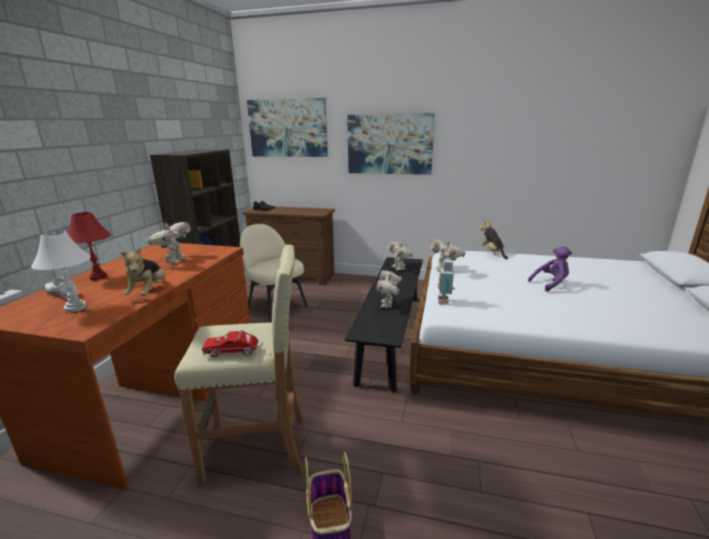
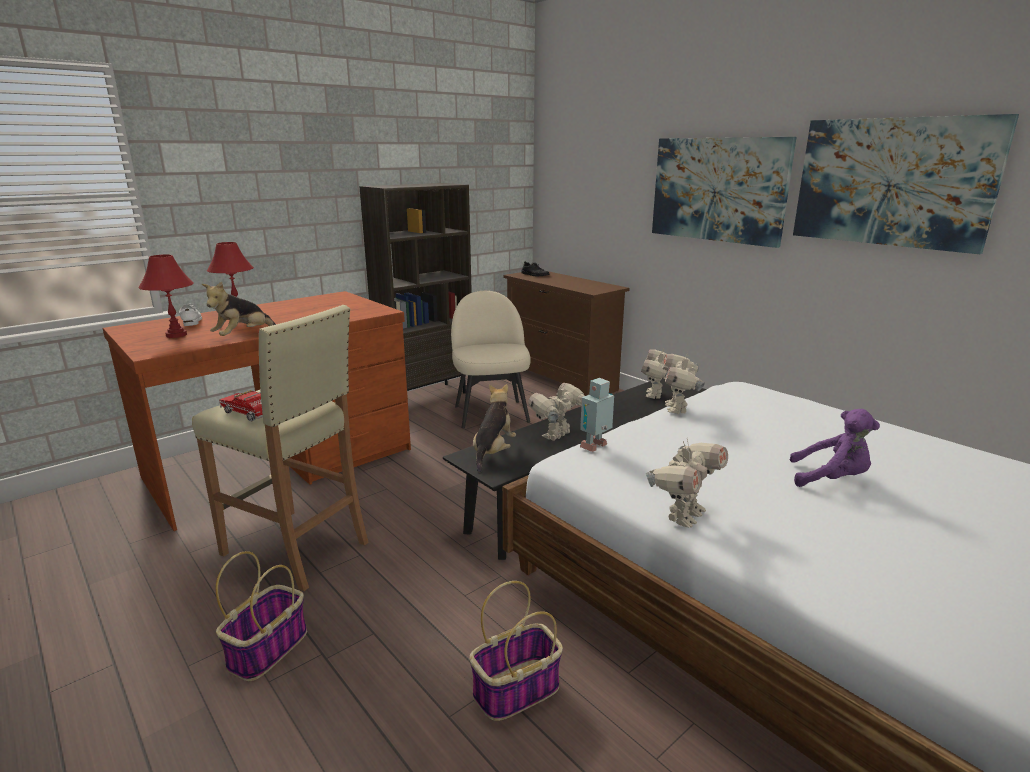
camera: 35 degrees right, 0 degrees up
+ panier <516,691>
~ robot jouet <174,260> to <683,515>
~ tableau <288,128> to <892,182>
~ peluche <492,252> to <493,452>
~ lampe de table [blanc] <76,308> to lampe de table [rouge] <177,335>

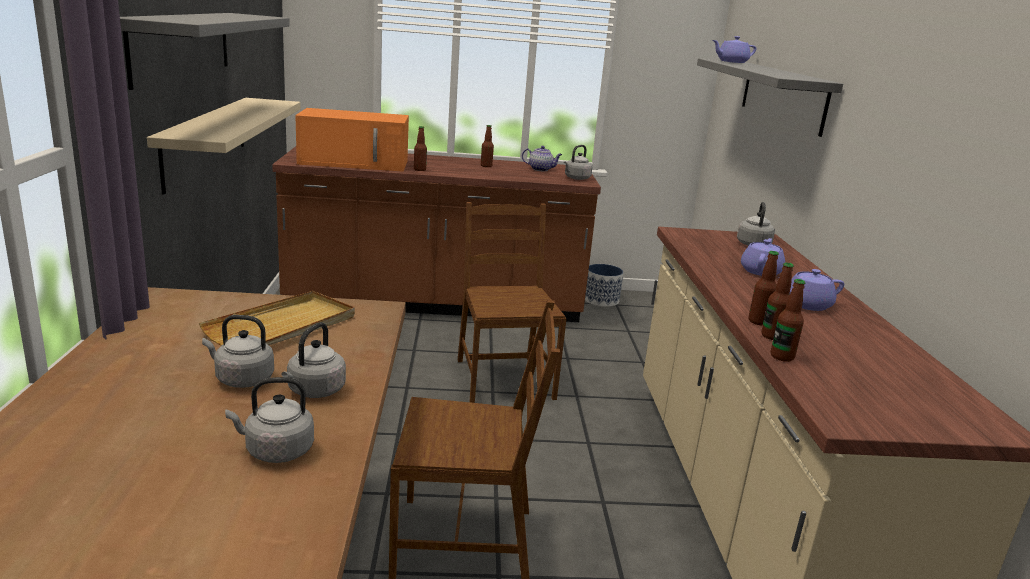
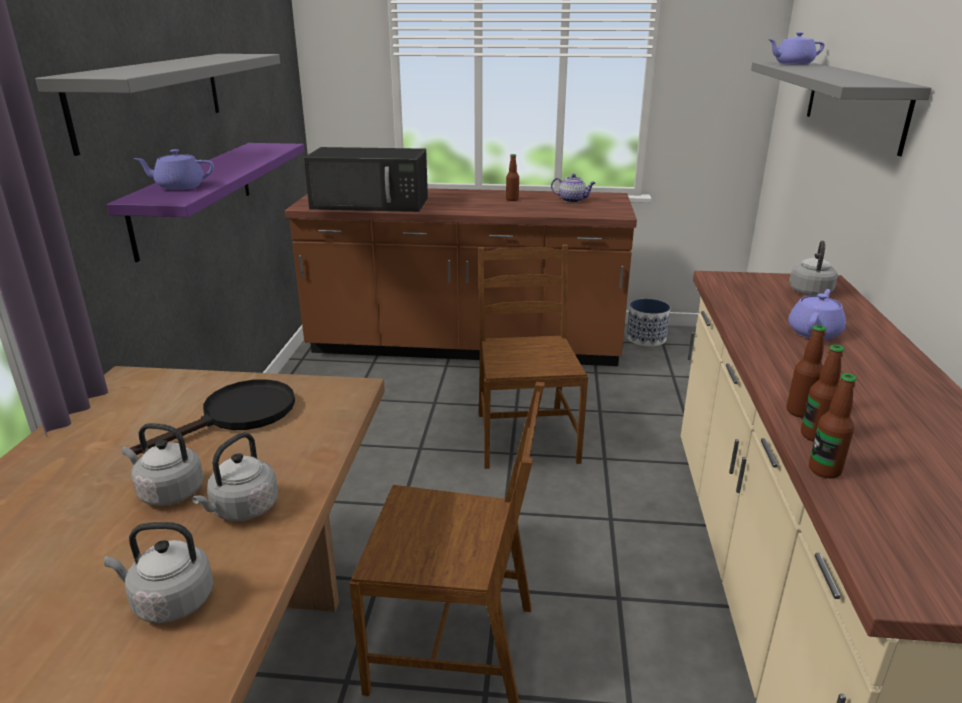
camera: 10 degrees right, 5 degrees up
- bouteille <419,169>
- bouilloire [gris] <576,178>
~ théière [violet] <806,305> to <179,187>
~ plateau [beige] <283,326> to poêle [noir] <238,416>
~ étagère [beige] <206,140> to étagère [violet] <195,195>
~ micro-ondes [orange] <356,162> to micro-ondes [noir] <372,203>

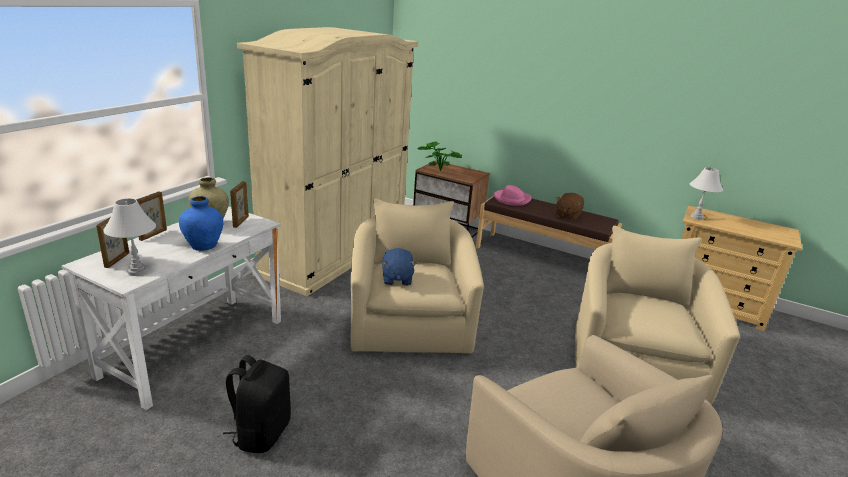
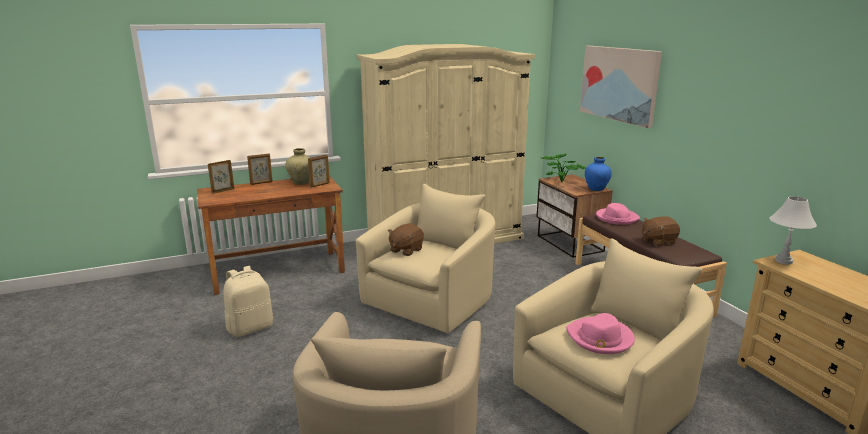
camera: 40 degrees right, 5 degrees down
- lampe de table [blanc] <137,271>
+ chapeau [rose] <600,338>
+ tableau <619,84>
~ vase [bleu] <204,246> to <596,189>
~ bureau [blanc] <195,347> to bureau [marron] <278,272>
~ sac à dos [noir] <261,433> to sac à dos [beige] <250,328>
~ peluche [bleu] <397,279> to peluche [marron] <406,250>

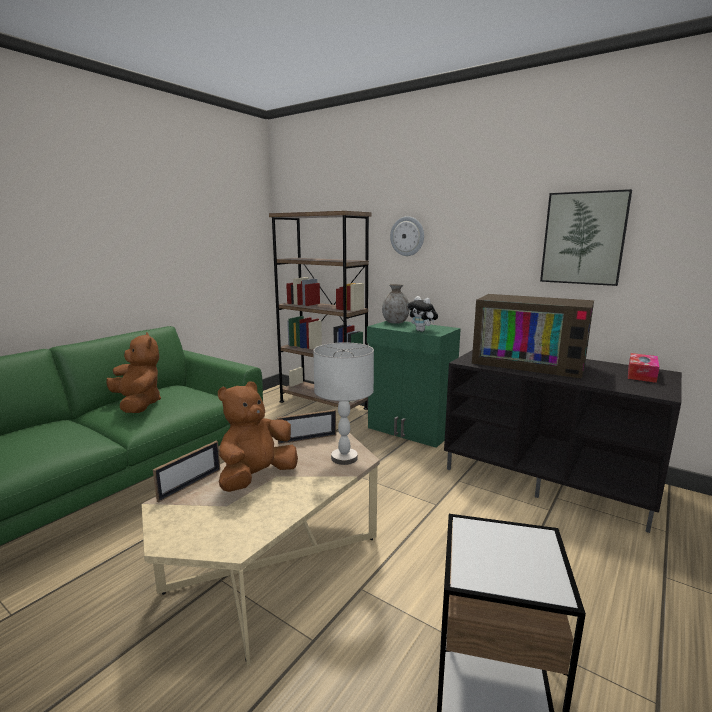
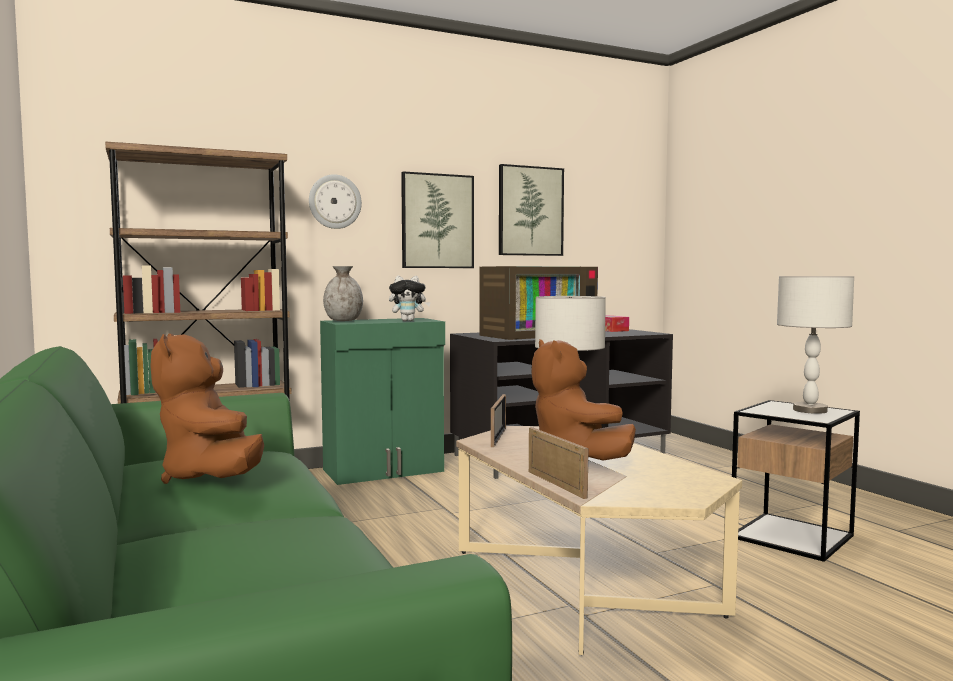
camera: 60 degrees left, 10 degrees down
+ tableau <437,221>
+ lampe de table [gris] <809,410>
~ peluche [marron] <138,404> = <211,478> 105 degrees counterclockwise

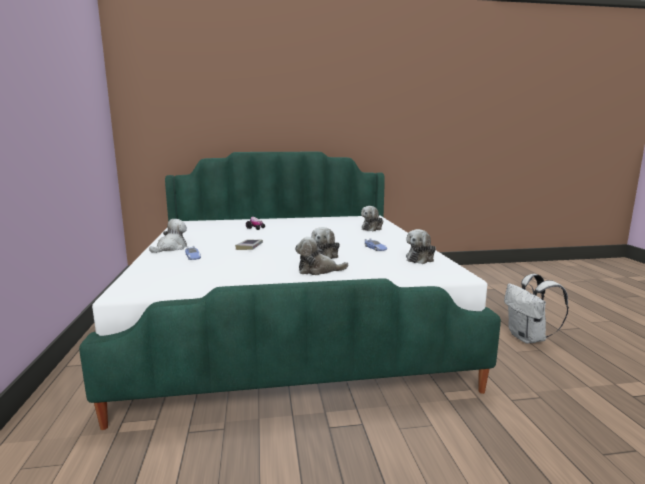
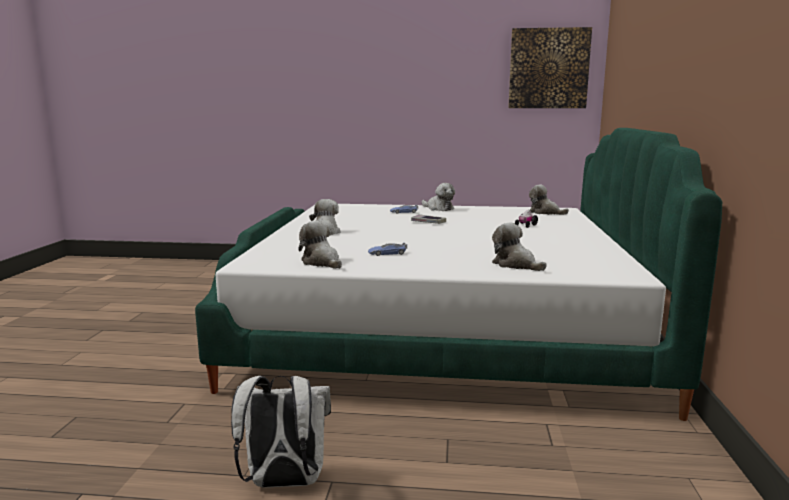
camera: 105 degrees right, 0 degrees up
+ tableau <548,68>
~ peluche <326,255> to <545,212>

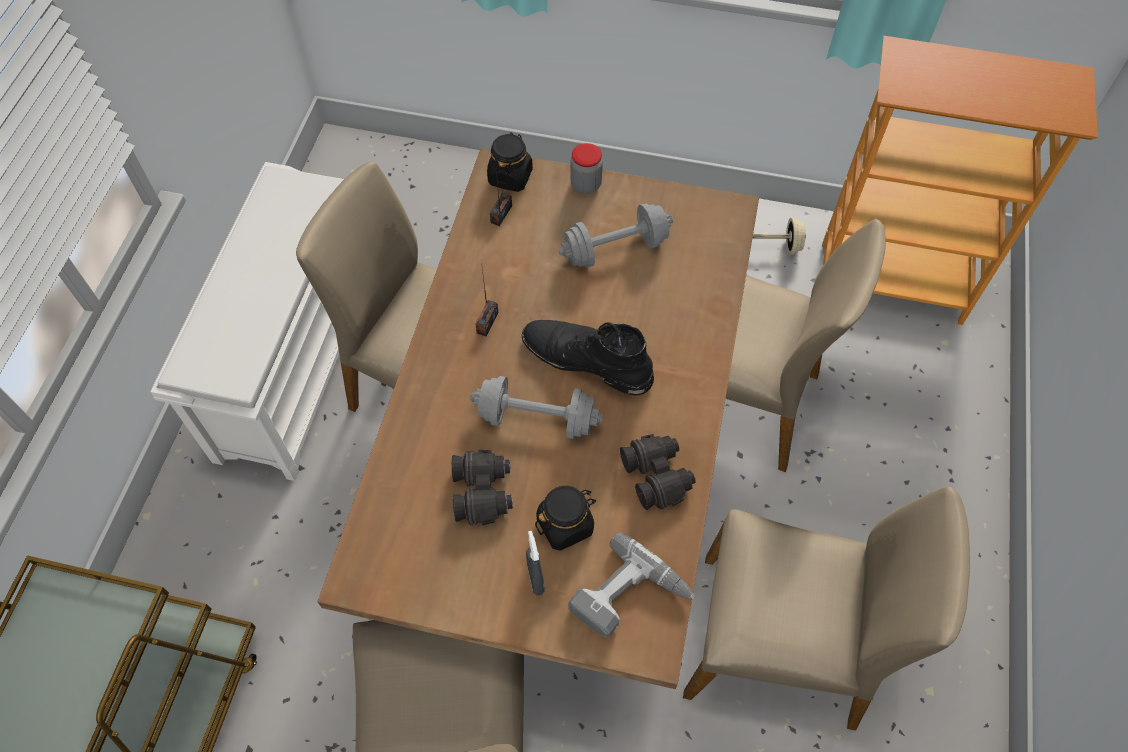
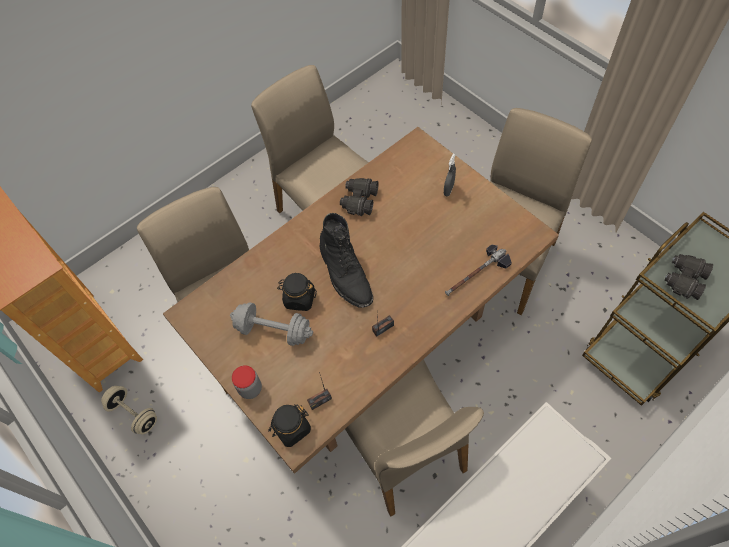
camera: 140 degrees left, 0 degrees up
- haltère [gris] <537,418>
- perceuse <629,599>
+ marteau <476,275>
~ jumelles [noir] <483,491> to <683,279>
~ bocal [noir] <565,525> to <299,299>

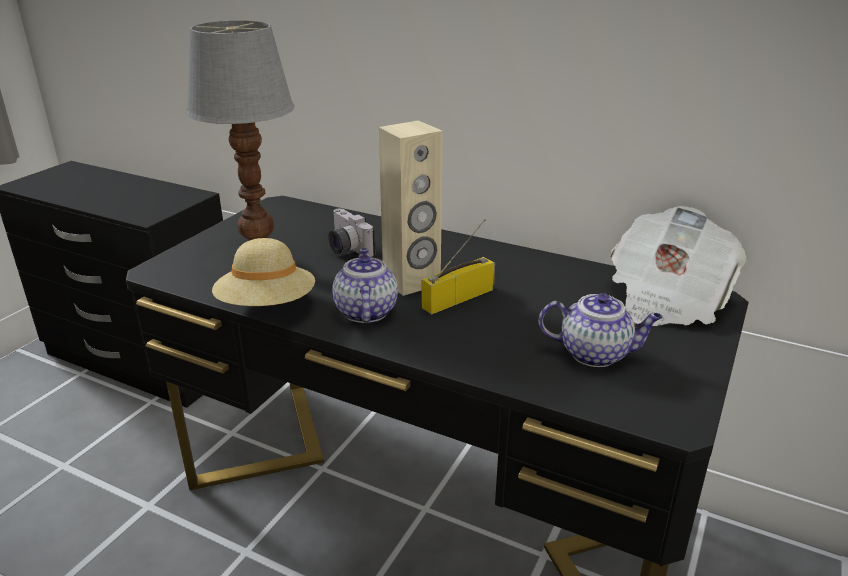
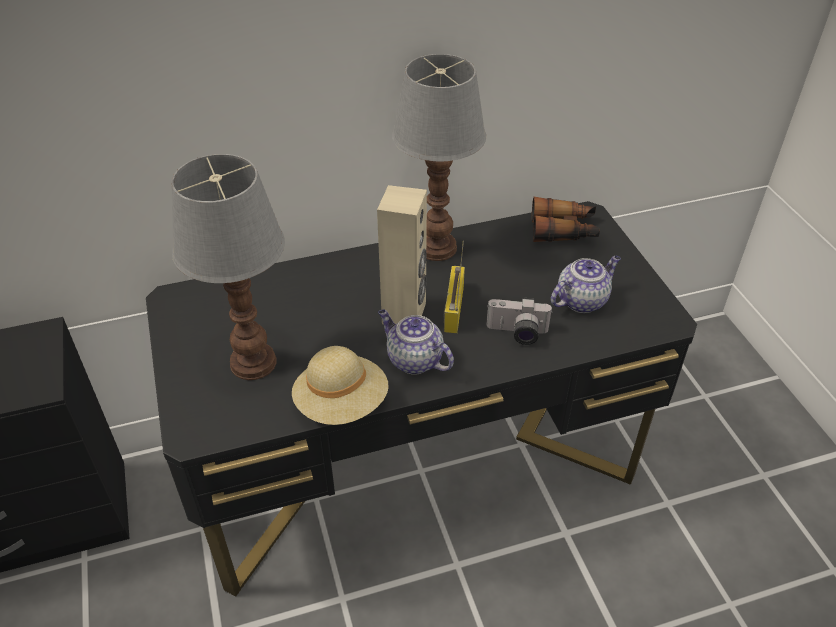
camera: 45 degrees left, 15 degrees up
+ lampe de table <436,249>
~ appareil photo <346,248> to <517,333>
~ journal <666,298> to jumelles <563,230>

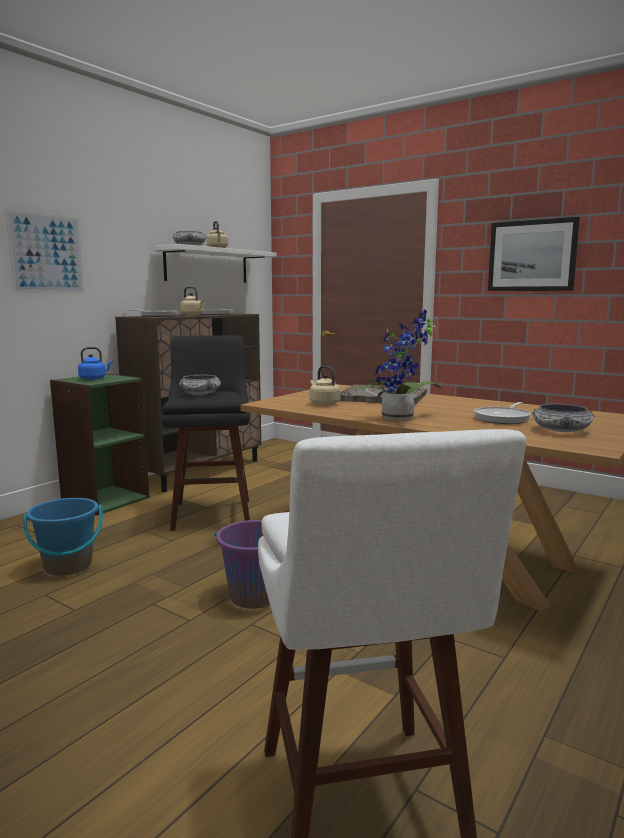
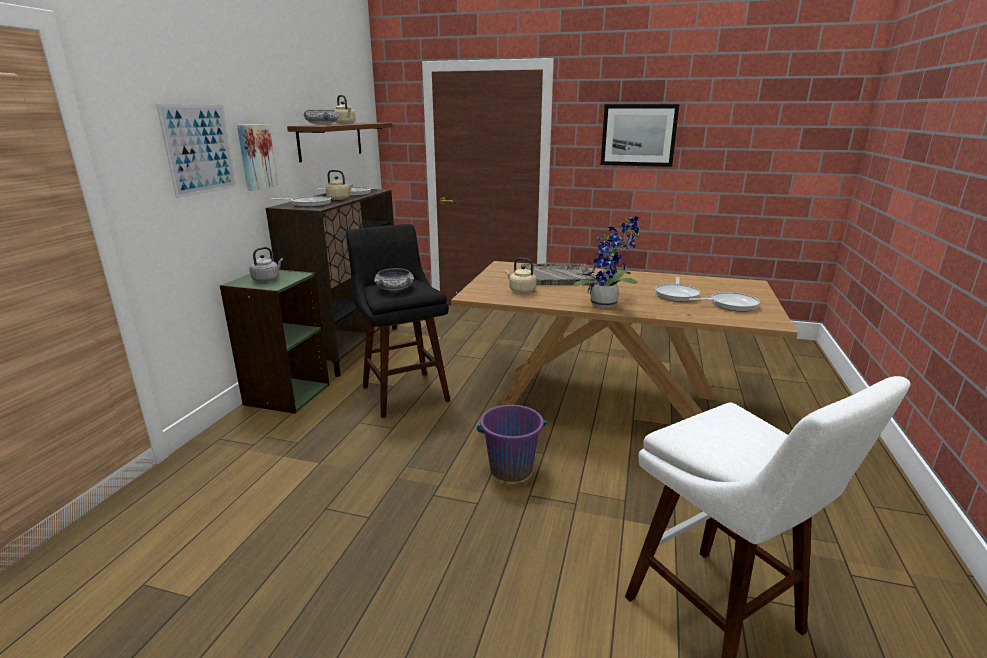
camera: 20 degrees left, 10 degrees up
- seau [bleu] <68,566>
+ tableau <255,156>
~ bol <561,430> to poêle <730,305>
~ bouilloire [bleu] <94,378> to bouilloire [gris] <267,279>
~ étagère [blanc] <207,266> to étagère [marron] <331,141>

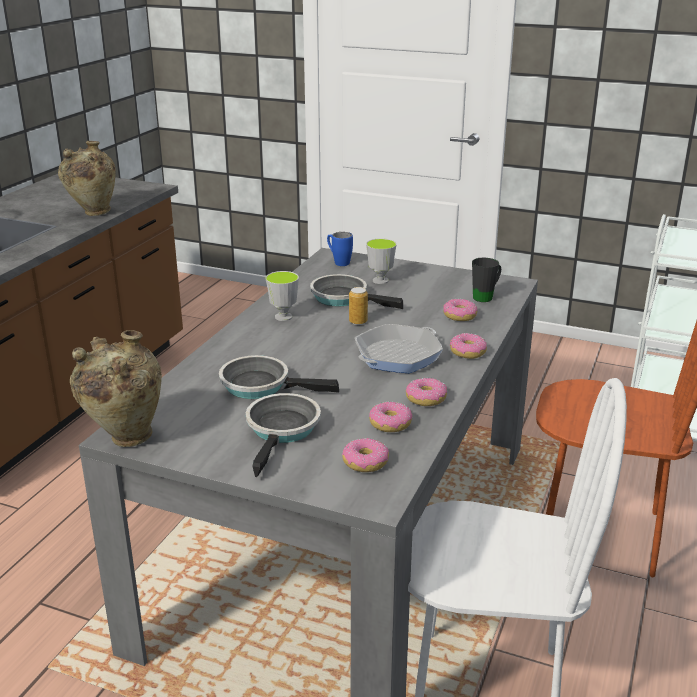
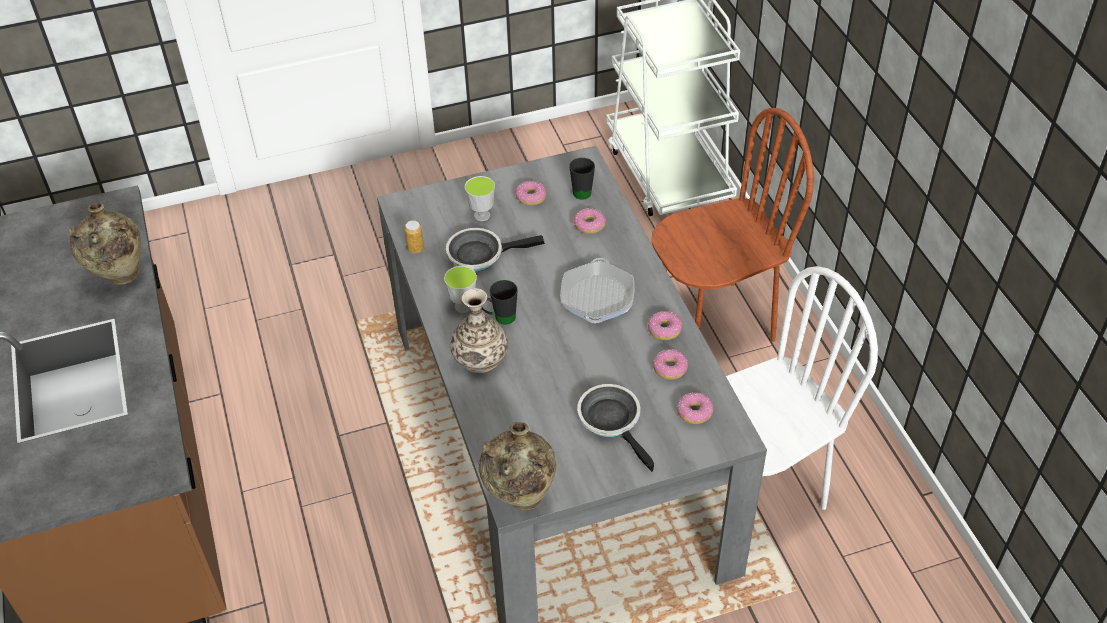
camera: 40 degrees left, 20 degrees up
- poêle <261,385>
- mug [bleu] <338,262>
+ vase <480,357>
+ mug [noir] <500,318>
~ boîte métallique <358,322> to <415,248>
~ beignet <467,352> to <530,197>

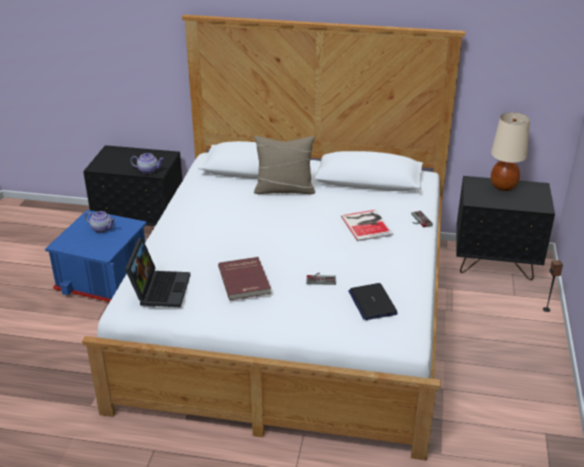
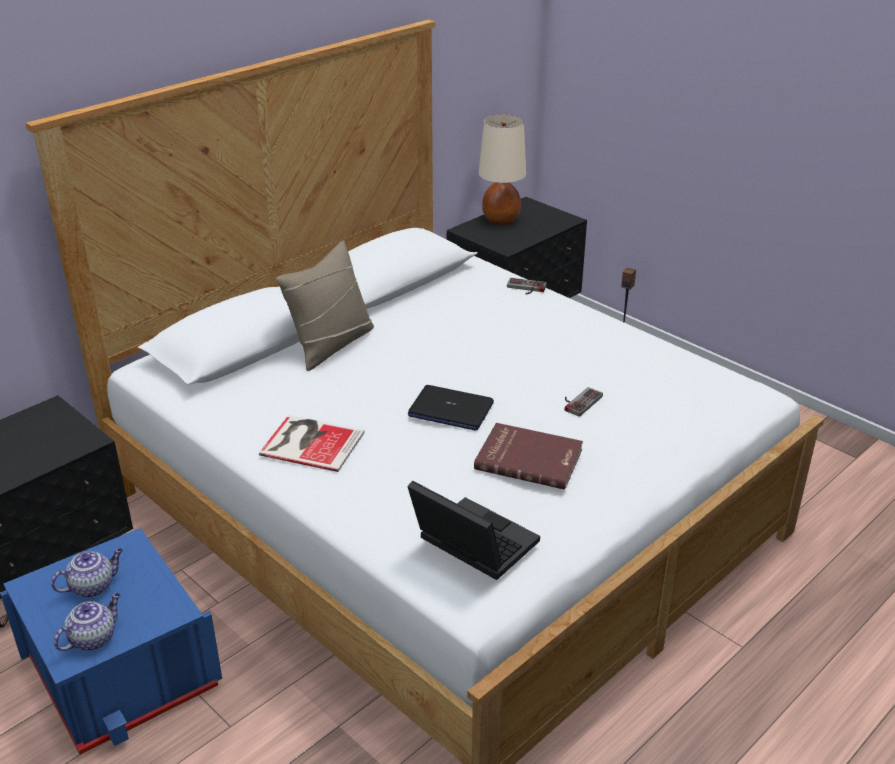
camera: 55 degrees left, 0 degrees up
~ théière <148,170> to <93,638>
~ livre <367,224> to <311,442>
~ ordinateur portable <372,302> to <450,409>

